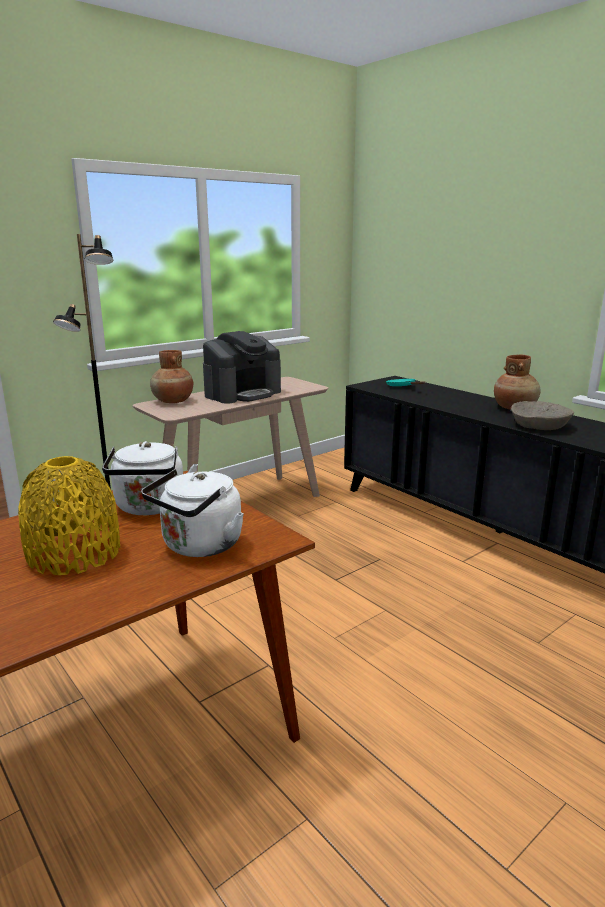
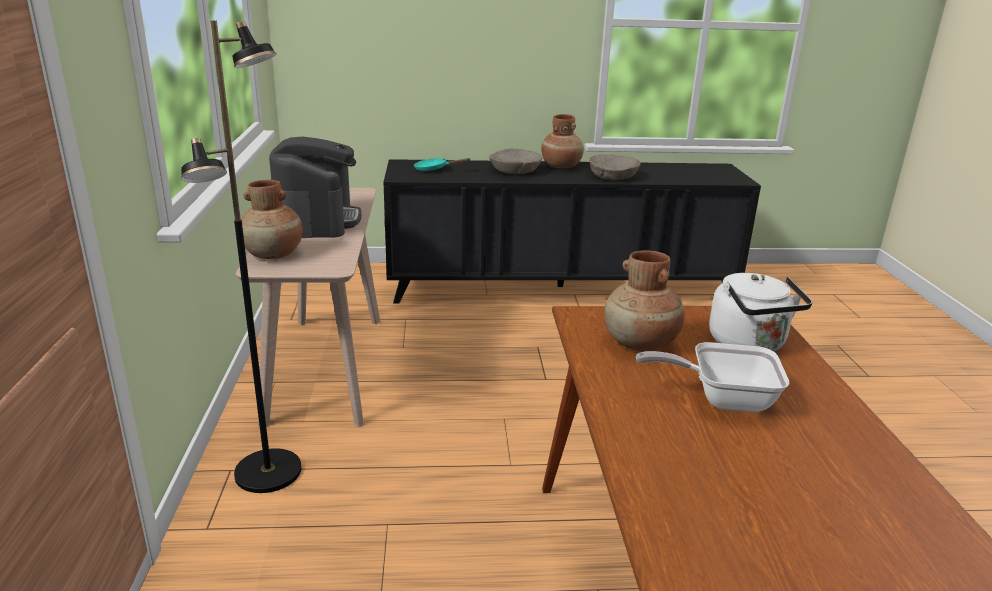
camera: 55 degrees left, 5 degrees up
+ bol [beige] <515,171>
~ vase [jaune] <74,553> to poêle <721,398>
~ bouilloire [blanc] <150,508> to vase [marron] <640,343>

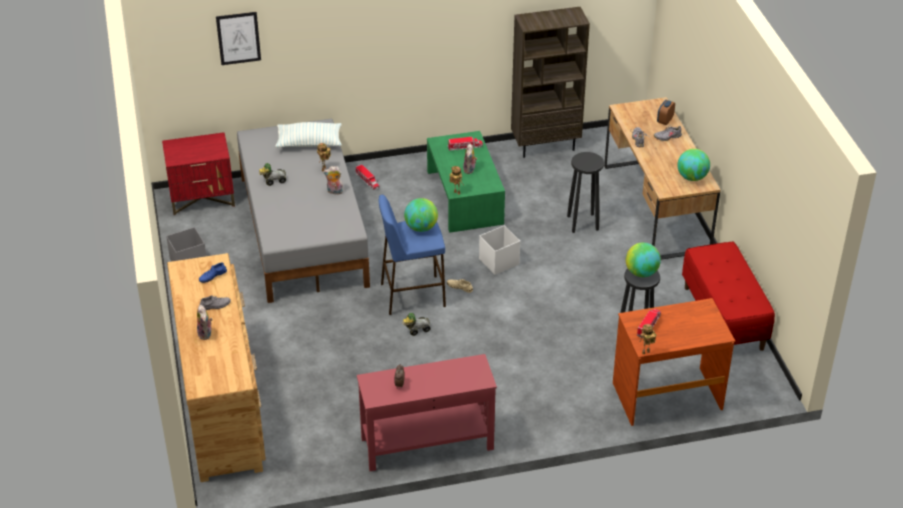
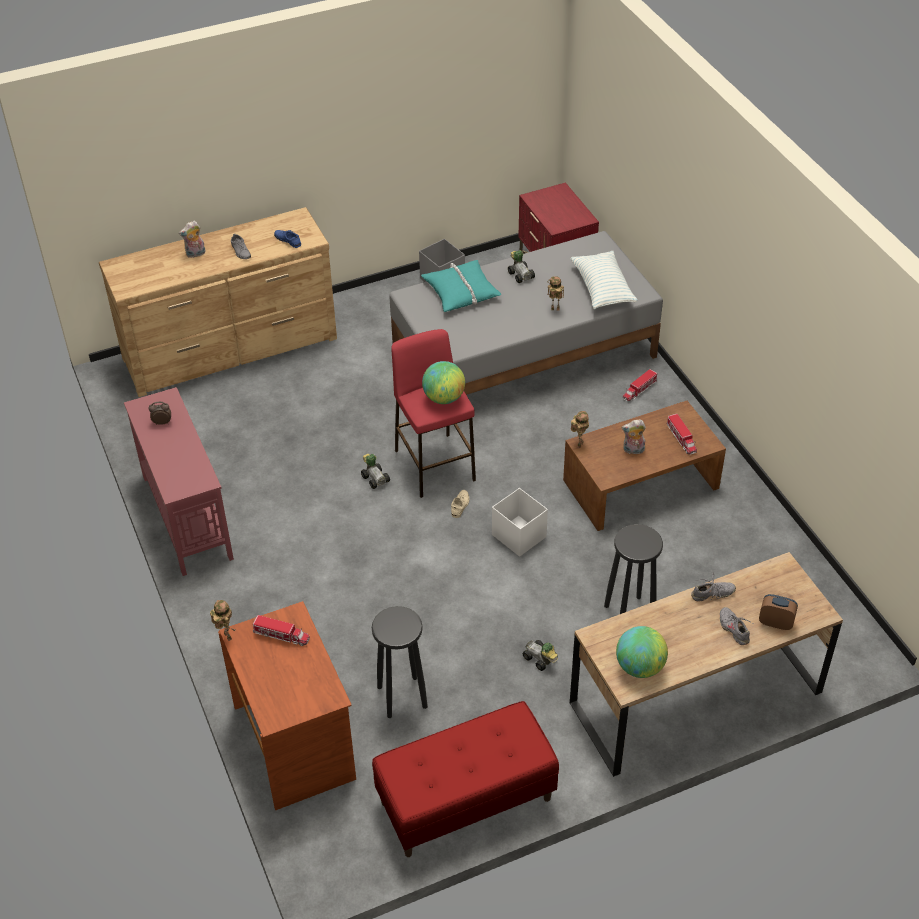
camera: 80 degrees right, 5 degrees up
- tableau <238,38>
- peluche <334,192>
- bibliothèque [marron] <545,146>
- globe <641,273>
+ coussin [turquoise] <461,292>
+ petite voiture <540,660>
~ tabouret [bleu] <412,295> to tabouret [rouge] <434,465>
~ table basse [vert] <464,197> to table basse [marron] <640,484>

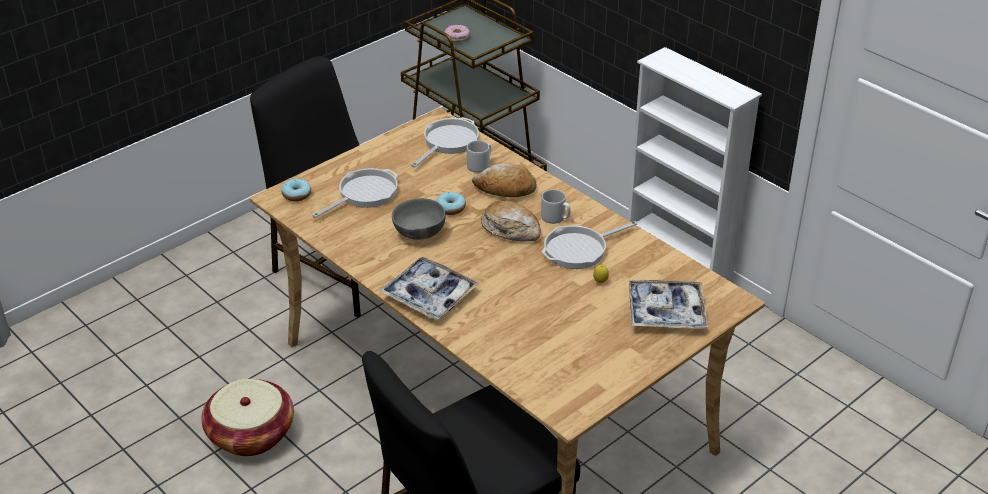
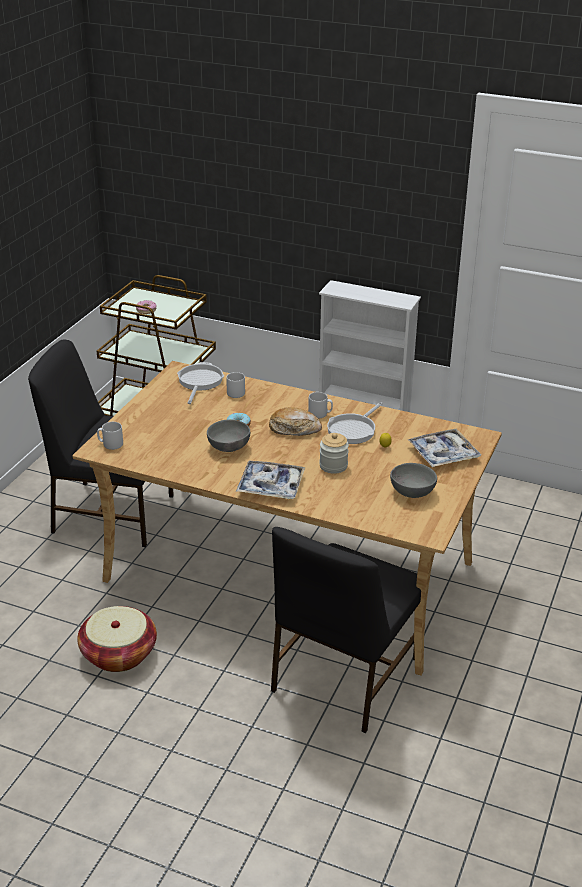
camera: 25 degrees left, 5 degrees down
- poêle <364,194>
- pain <505,189>
+ bocal <333,466>
+ bol [gris] <411,492>
~ beignet <297,195> to mug [gris] <110,444>

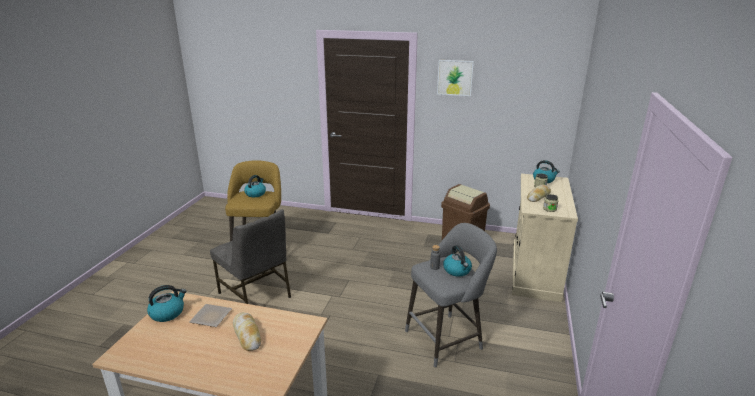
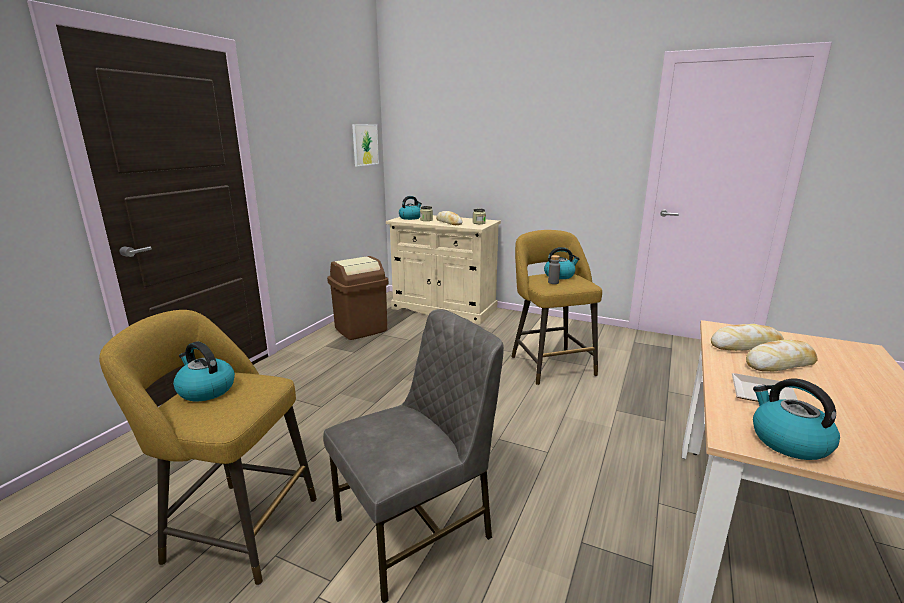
camera: 80 degrees left, 5 degrees down
+ pain <746,346>
~ tableau <455,77> to <365,145>
~ tabouret [gris] <447,338> to tabouret [jaune] <550,364>

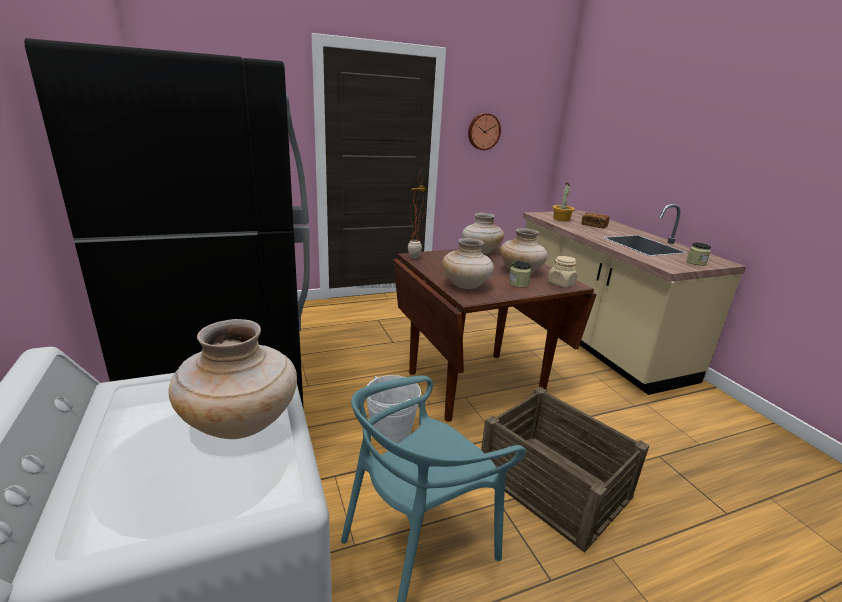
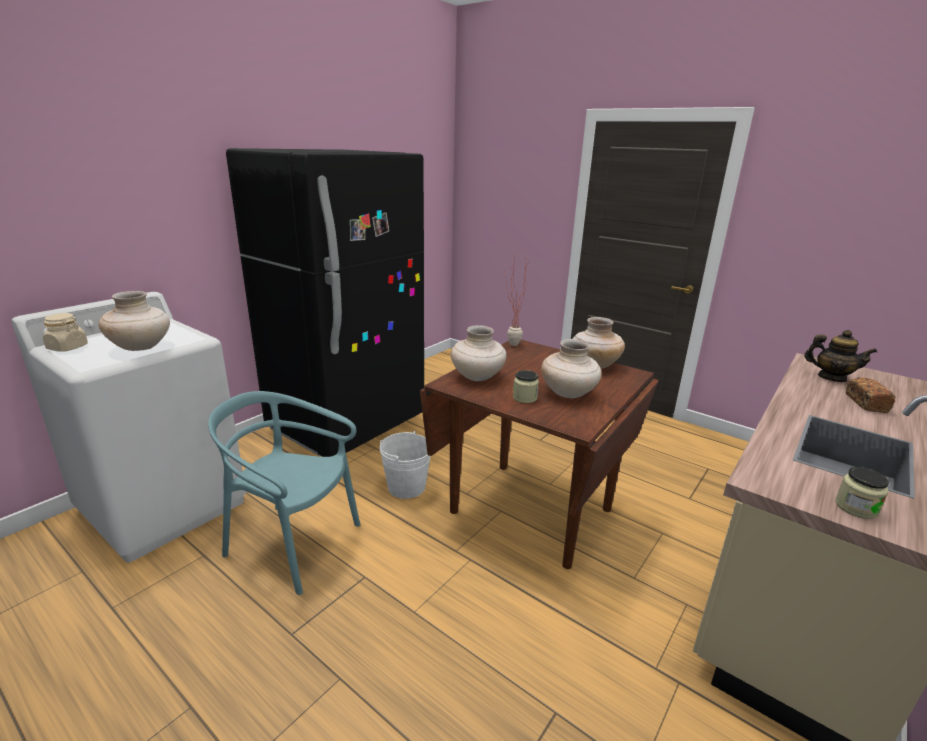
camera: 60 degrees right, 0 degrees up
- horloge murale <483,131>
- caisse <553,485>
~ bocal [beige] <561,283> to <67,347>
~ plante en pot <561,219> to théière <831,378>

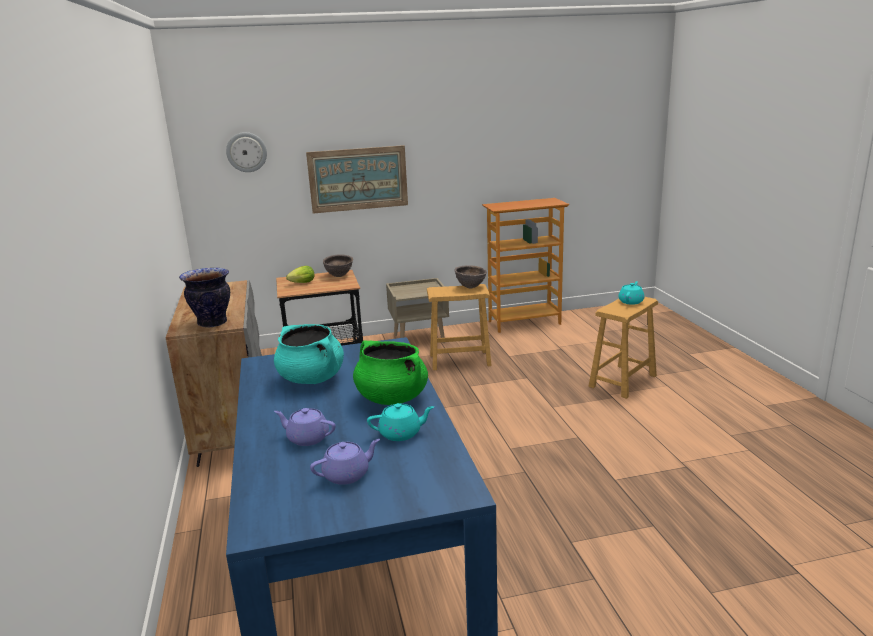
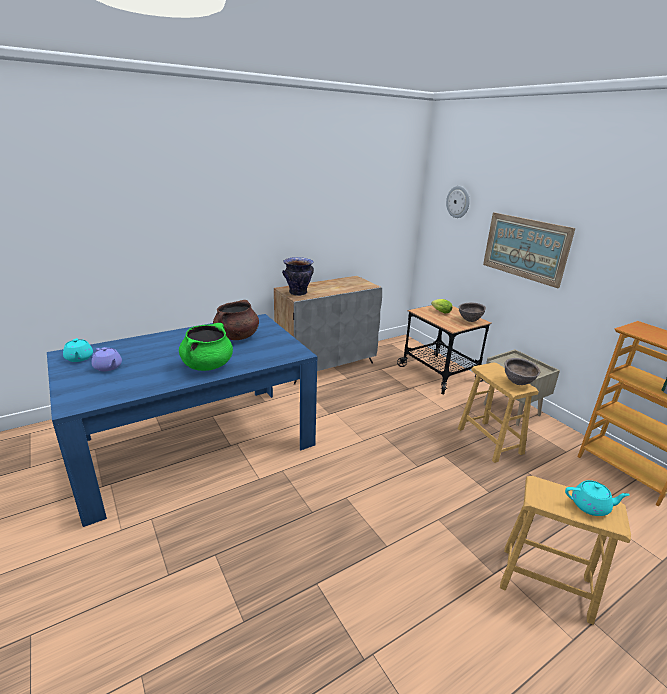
camera: 70 degrees right, 5 degrees up
- théière [violet] <307,438>
~ théière [turquoise] <401,433> to <79,358>
~ marmite [turquoise] <312,378> to marmite [marron] <236,337>

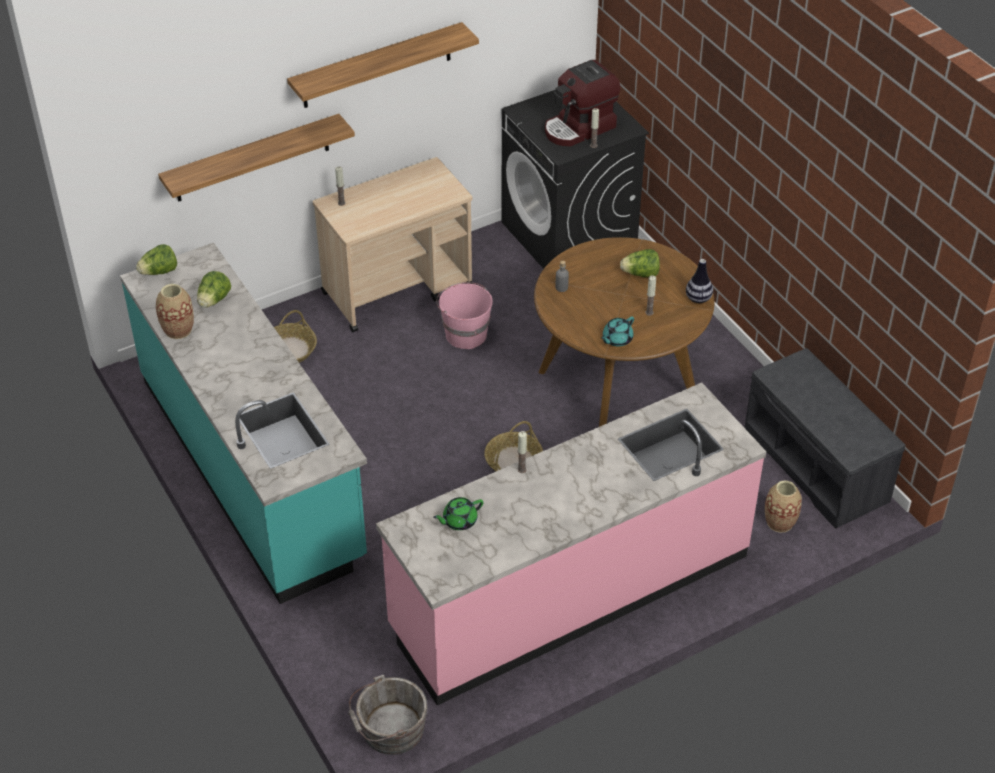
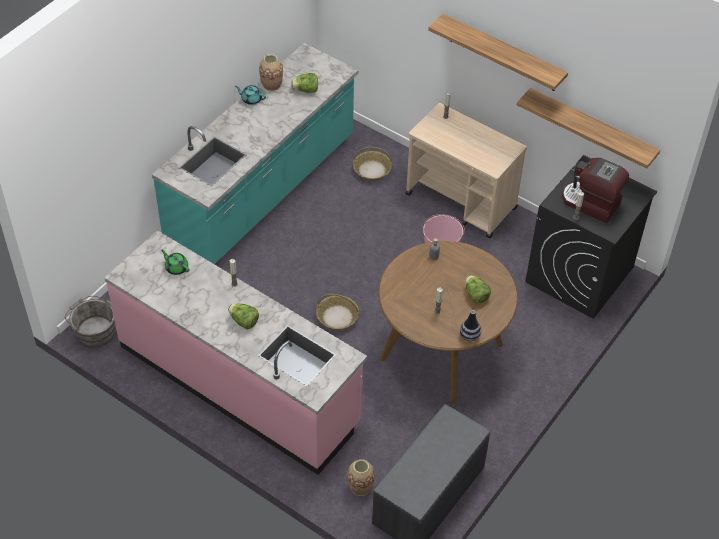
camera: 65 degrees right, 5 degrees up
~ laitue <159,272> to <244,321>
~ étagère <252,159> to <591,129>
~ théière [turquoise] <617,339> to <251,99>

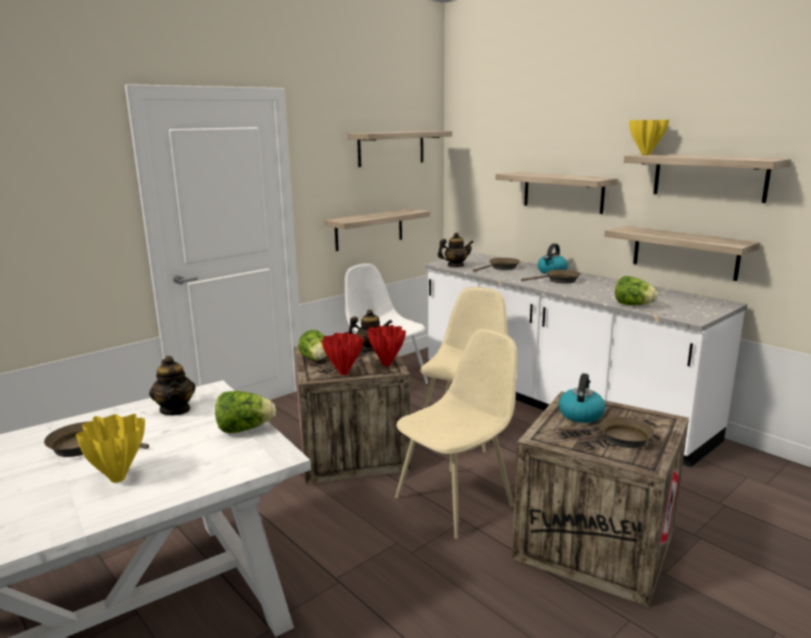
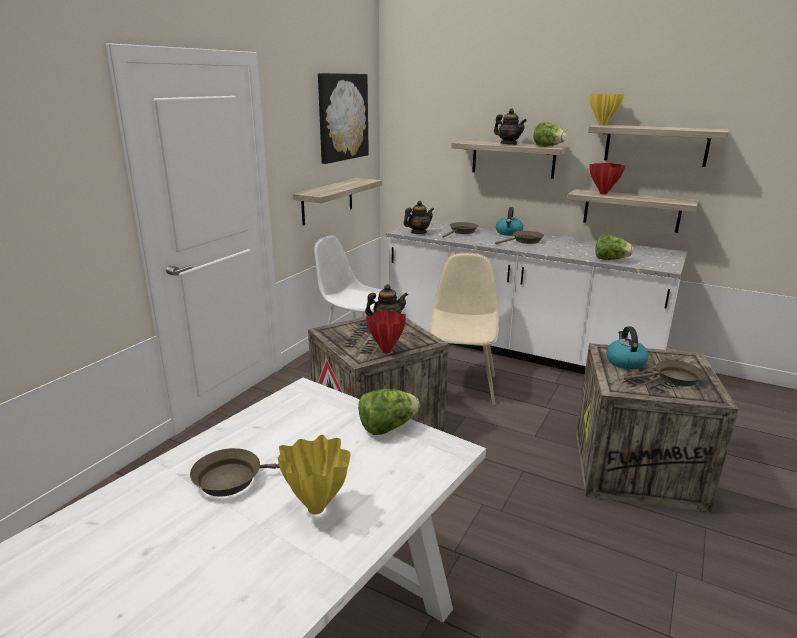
camera: 20 degrees left, 5 degrees up
- chaise [beige] <456,500>
~ théière <175,410> to <508,144>
~ laitue <316,359> to <548,146>
~ vase [rouge] <387,364> to <604,193>
~ étagère <391,148> to tableau <342,117>

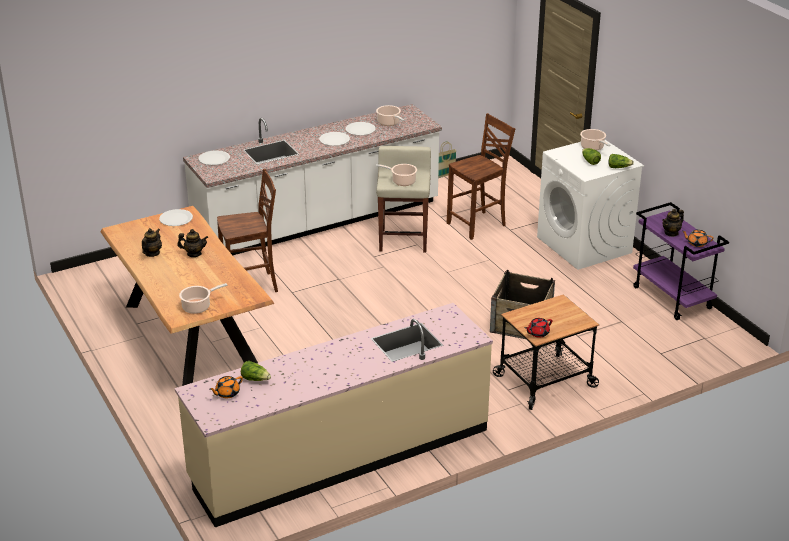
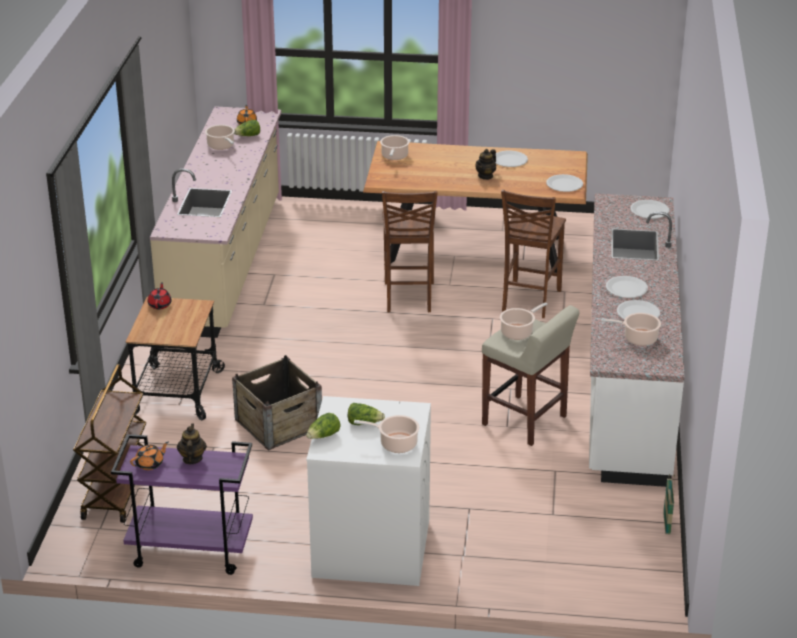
camera: 125 degrees right, 0 degrees up
+ chariot [marron] <116,488>
+ marmite <221,146>
~ chaise [marron] <478,225> to <408,298>
~ théière <152,253> to assiette [blanc] <509,160>

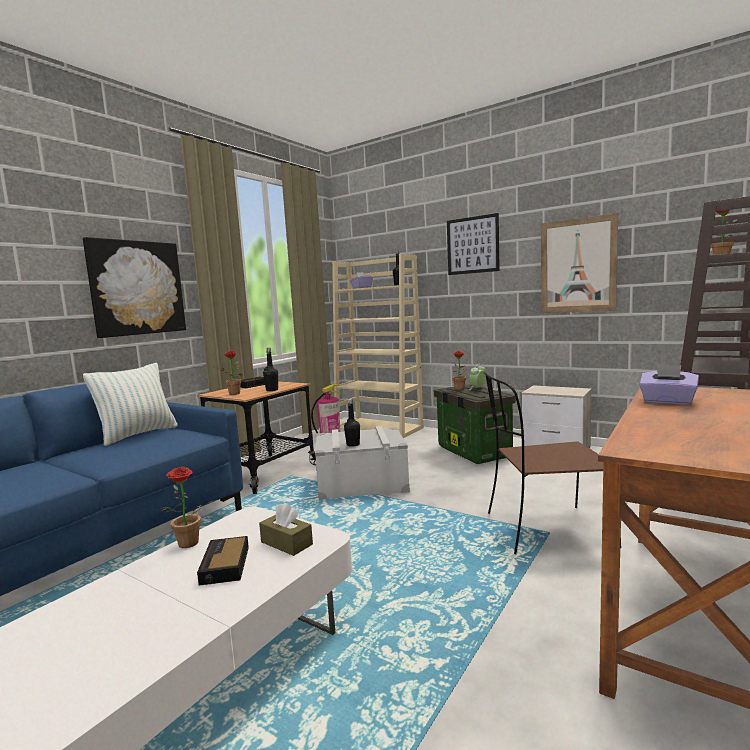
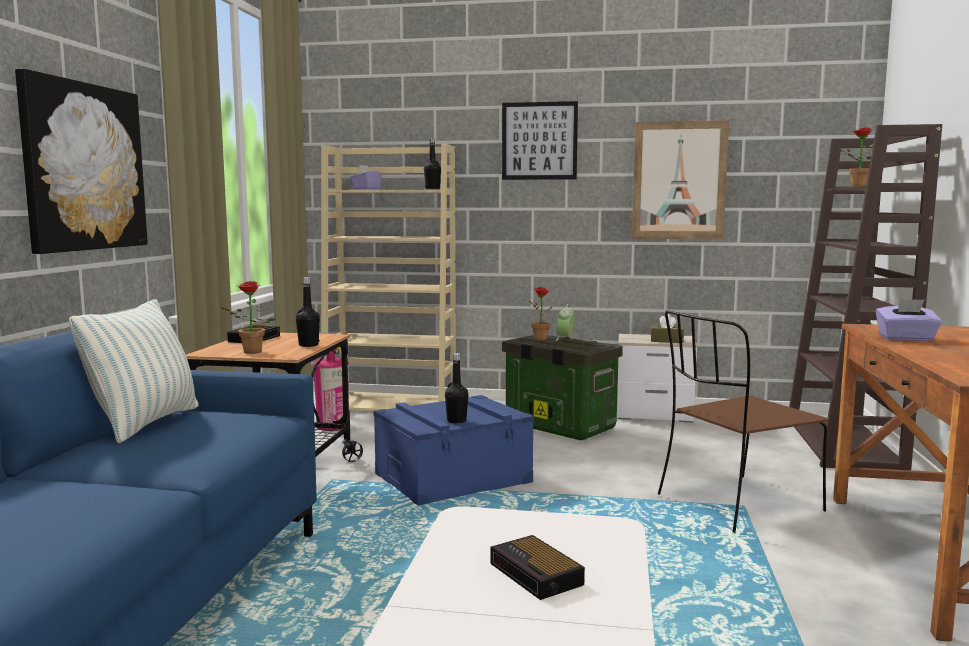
camera: 25 degrees left, 0 degrees up
- plante en pot <187,545>
~ boîte à mouchoirs [marron] <286,543> to <667,341>
~ boîte de rangement [gris] <362,482> to boîte de rangement [bleu] <453,477>

